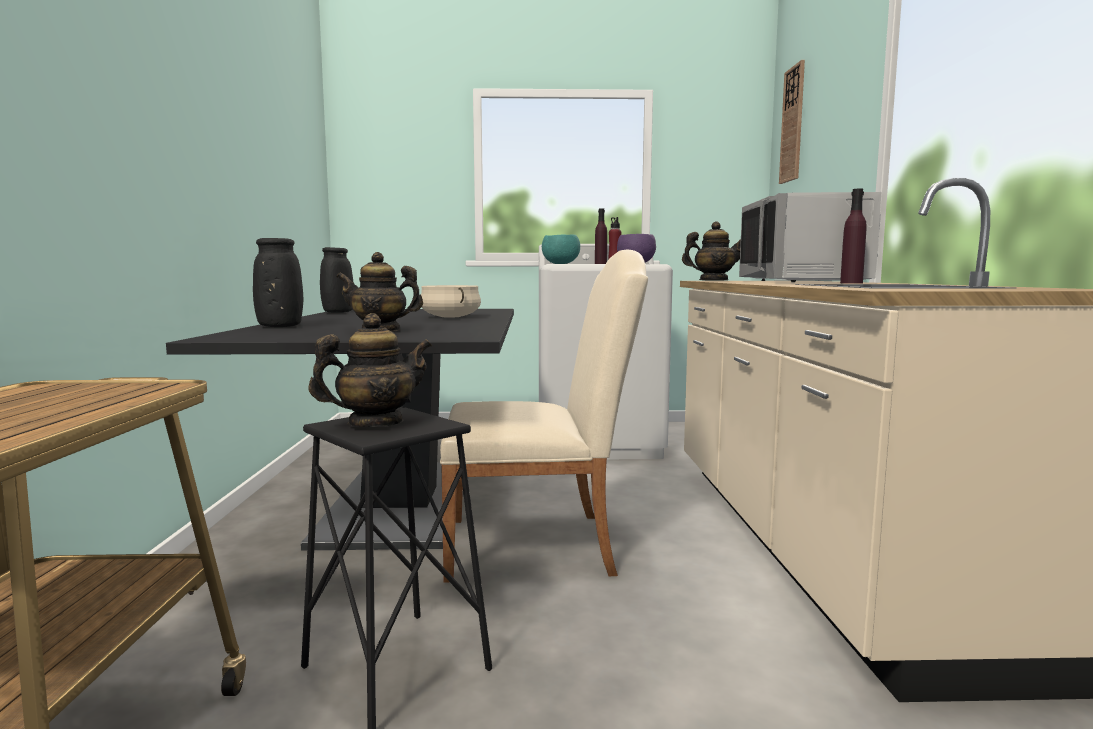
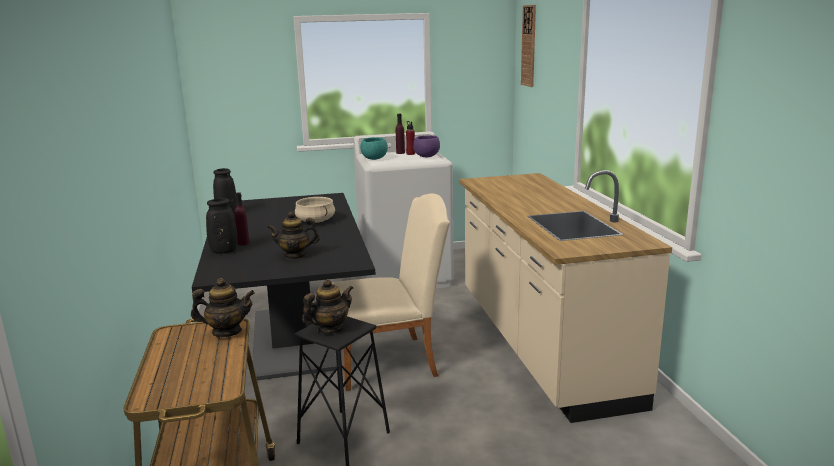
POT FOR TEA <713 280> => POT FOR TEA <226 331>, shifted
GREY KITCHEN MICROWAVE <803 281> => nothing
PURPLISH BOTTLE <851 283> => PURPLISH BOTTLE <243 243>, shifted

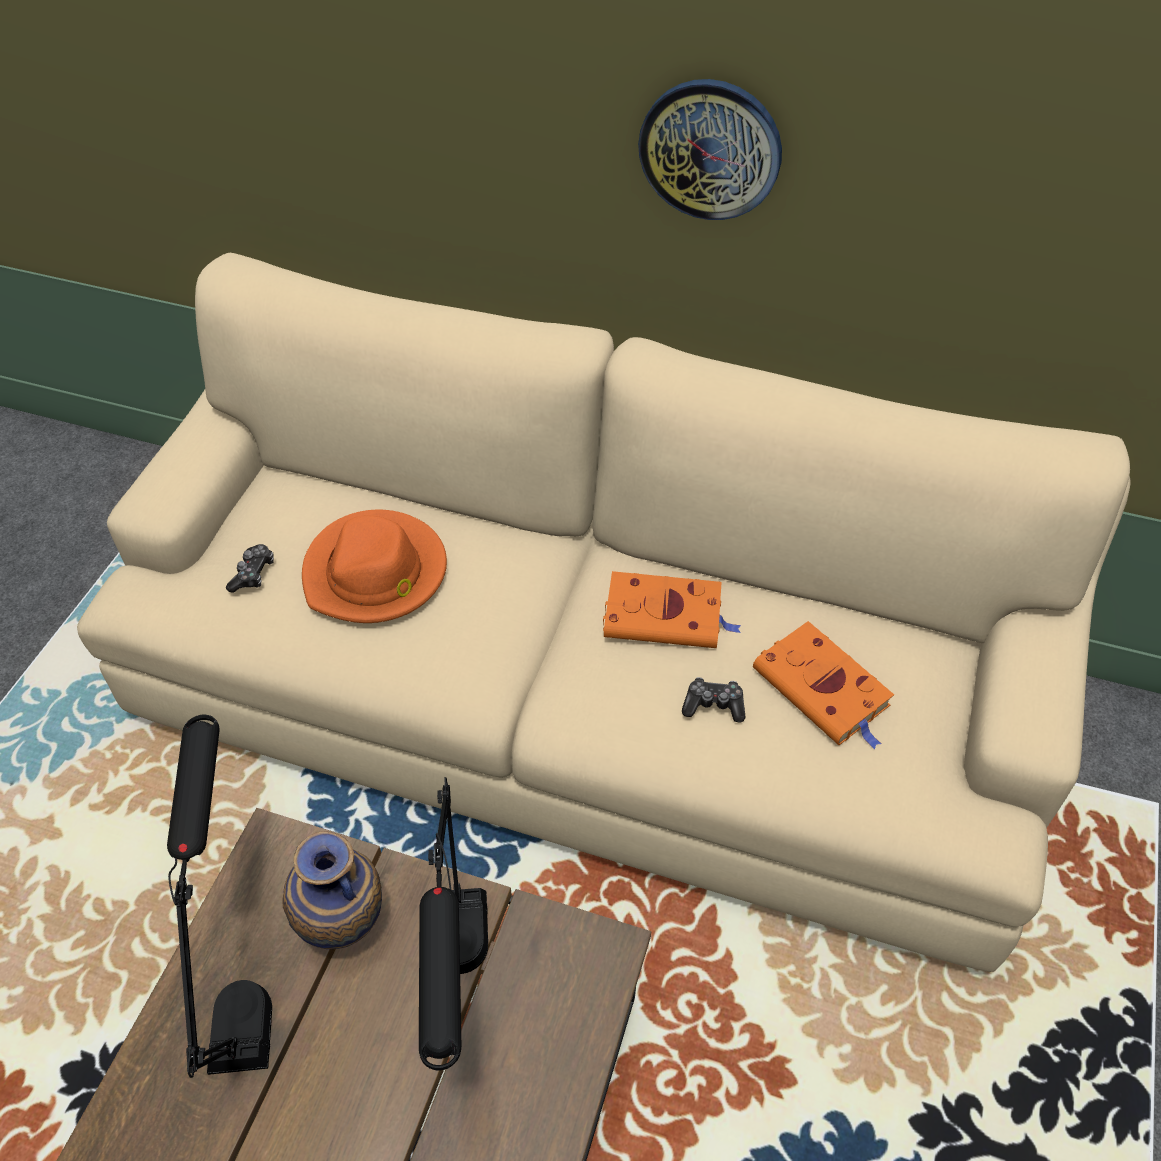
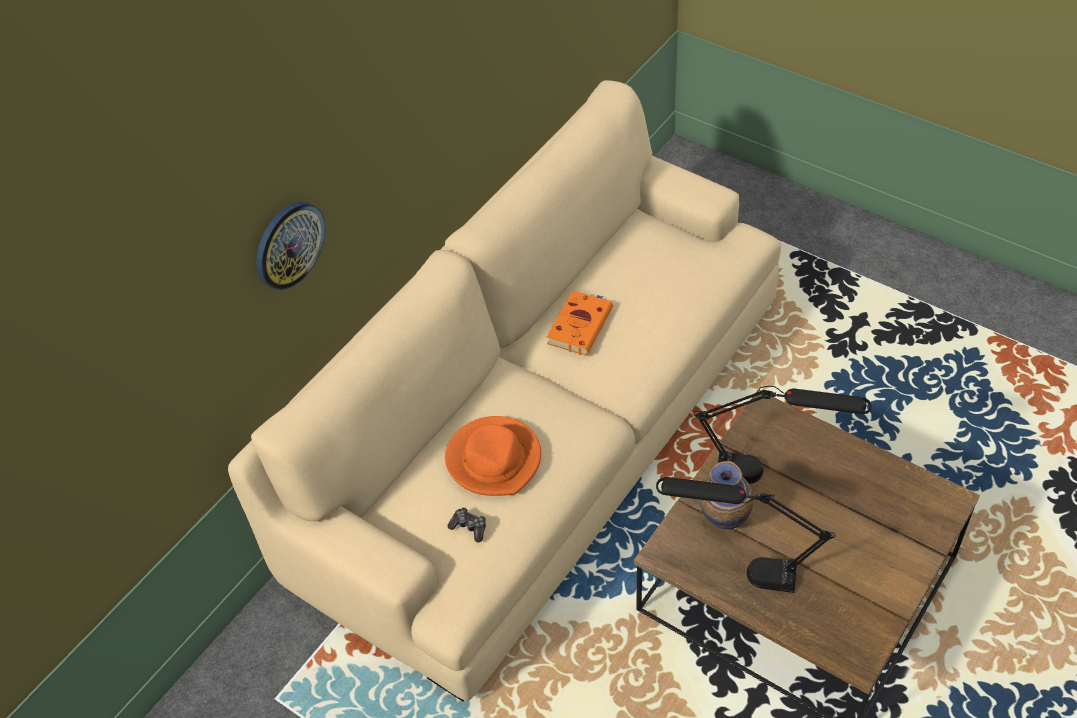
HANGING CLOCK <710 149> => HANGING CLOCK <289 244>, shifted
GAMEPAD <713 705> => nothing
ORANGE-COLOURED VOLUME <824 690> => nothing

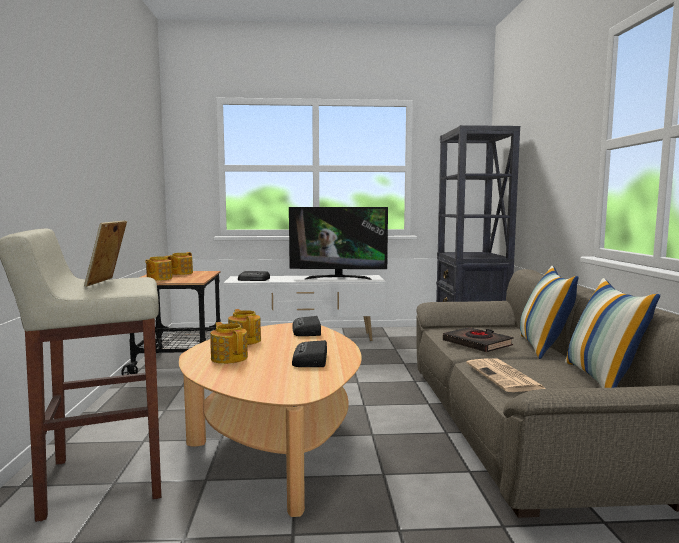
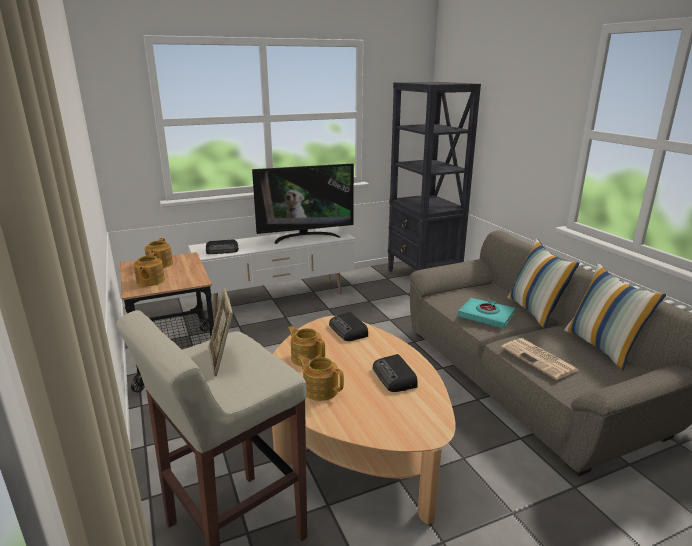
BLACK-COLOURED VOLUME <477 344> => TURQUOISE VOLUME <486 316>

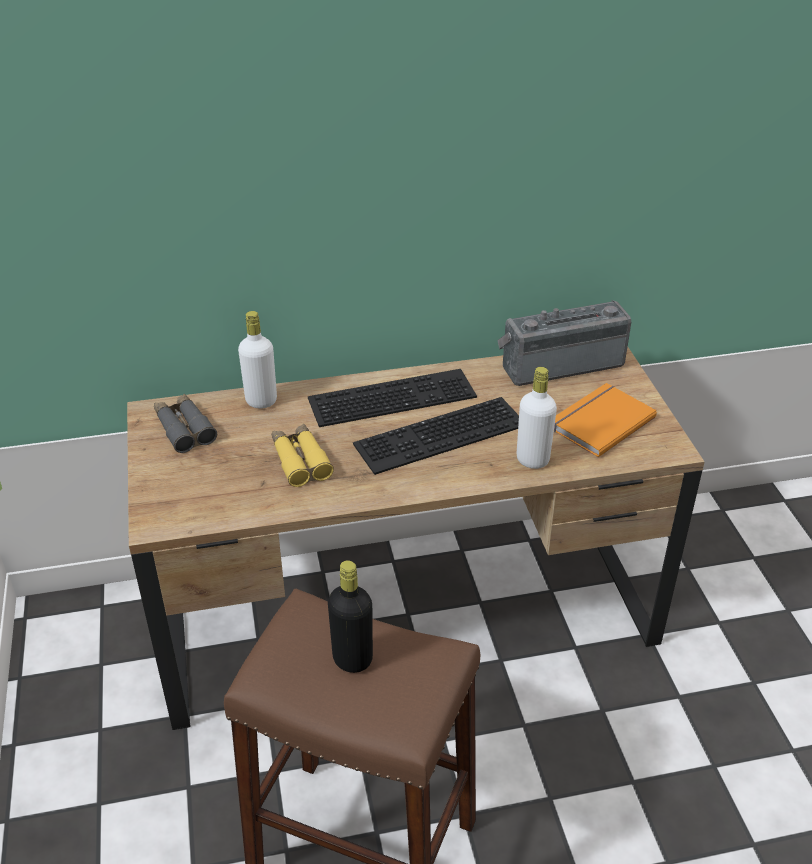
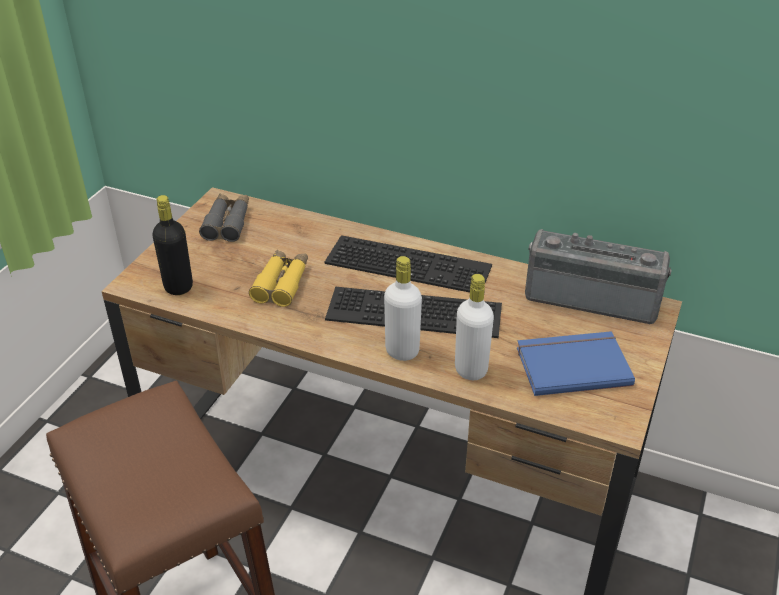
WHITISH BOTTLE <261 401> => WHITISH BOTTLE <402 351>, shifted
BLACK-COLOURED BOTTLE <352 659> => BLACK-COLOURED BOTTLE <178 286>, shifted
ORANGE-COLOURED VOLUME <599 421> => BLUE VOLUME <572 364>

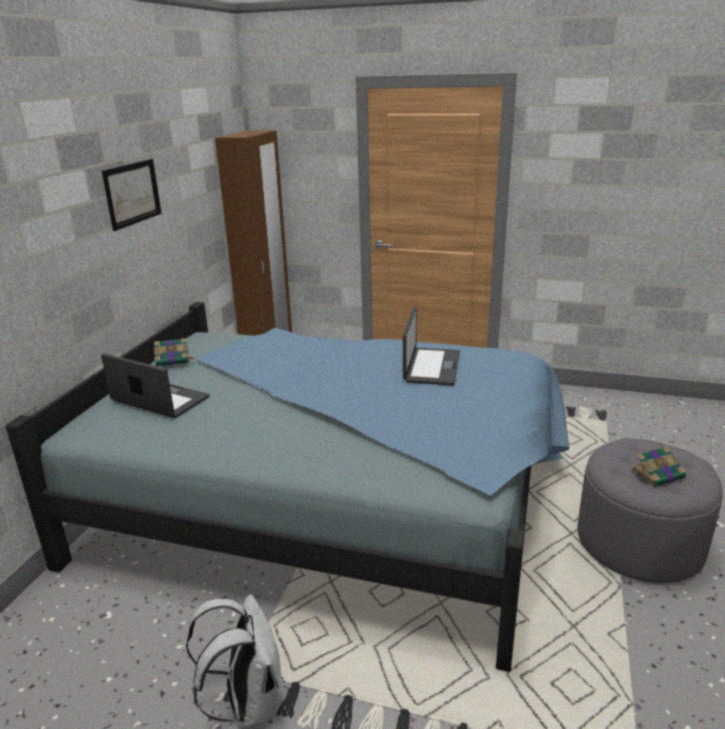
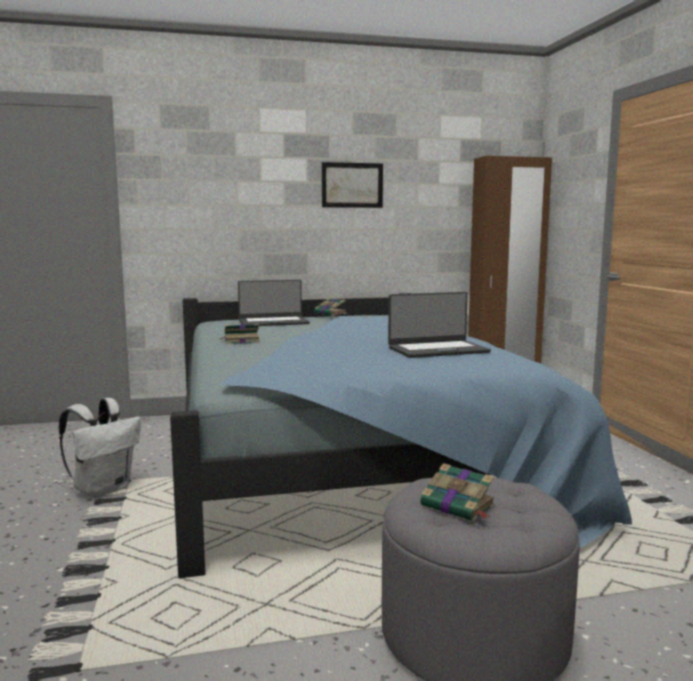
NOTEBOOK COMPUTER <159 400> => NOTEBOOK COMPUTER <273 322>, 75 degrees clockwise
nothing => VOLUME <240 341>

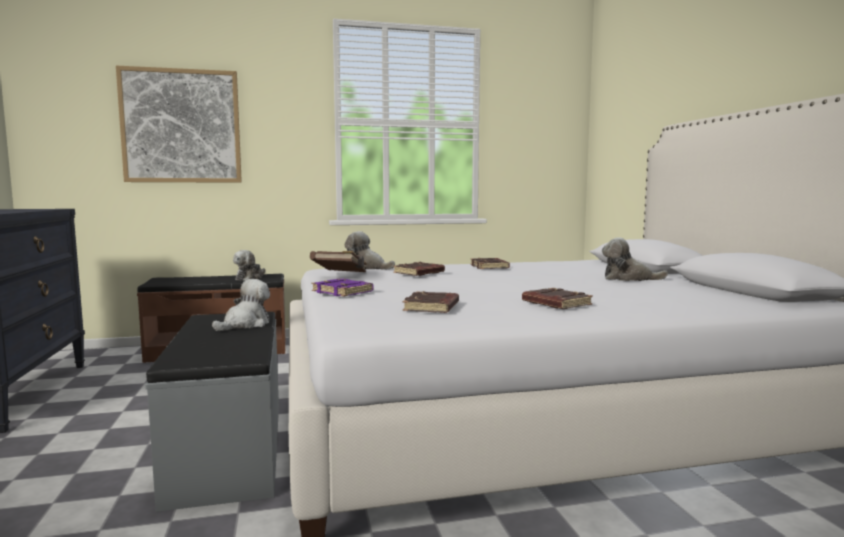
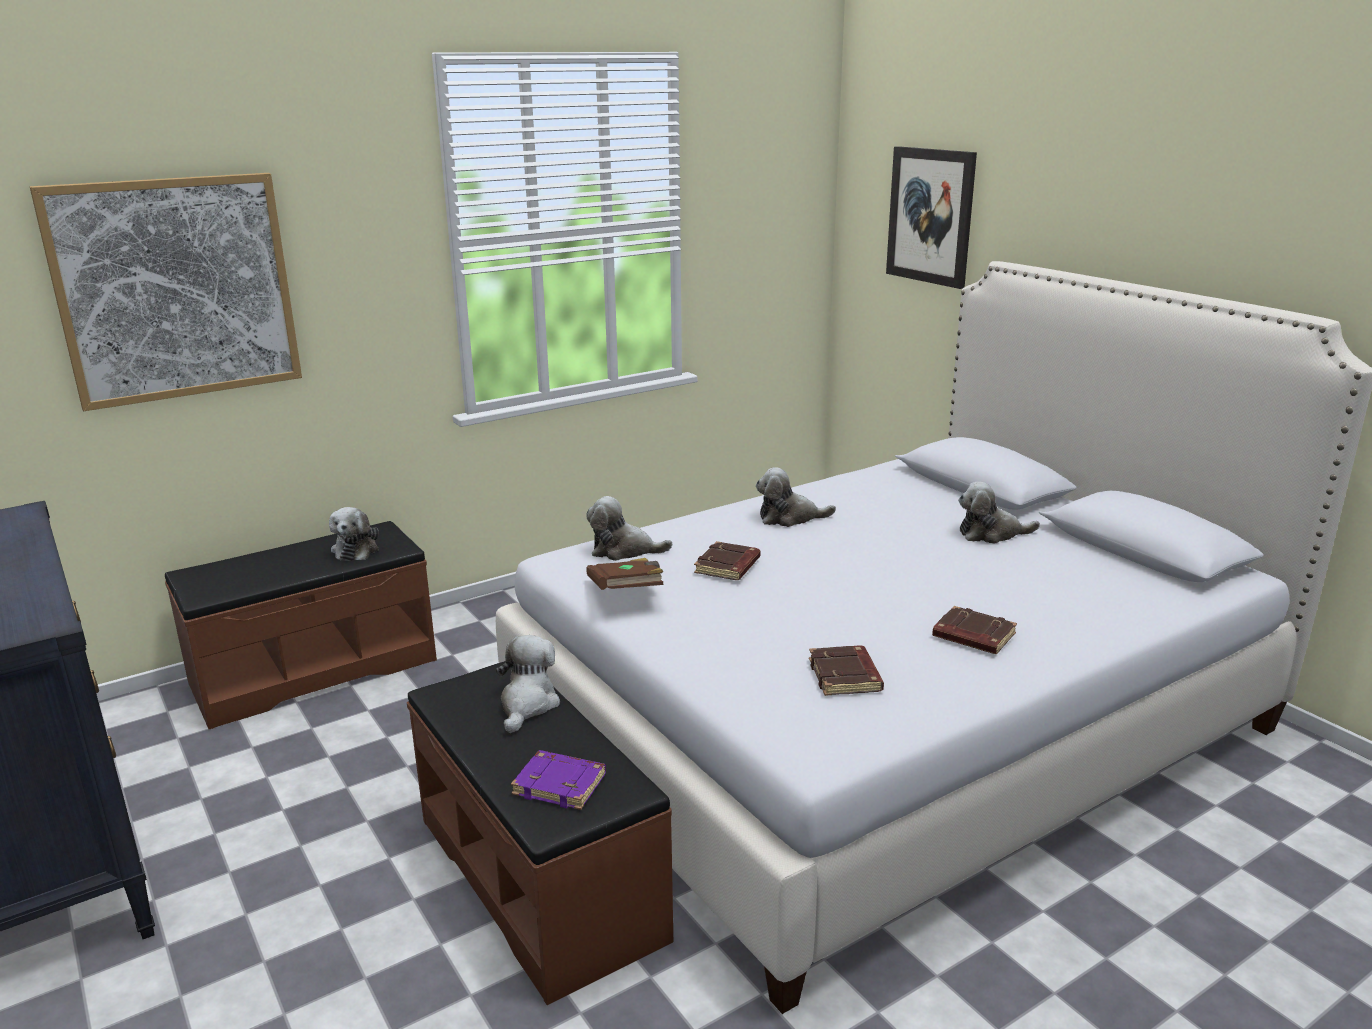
GREY BENCH <231 448> => BROWN BENCH <541 876>
PURPLISH VOLUME <343 292> => PURPLISH VOLUME <561 784>, shifted
BROWN VOLUME <490 267> => CUDDLY TOY <789 518>
nothing => WALL ART <930 216>

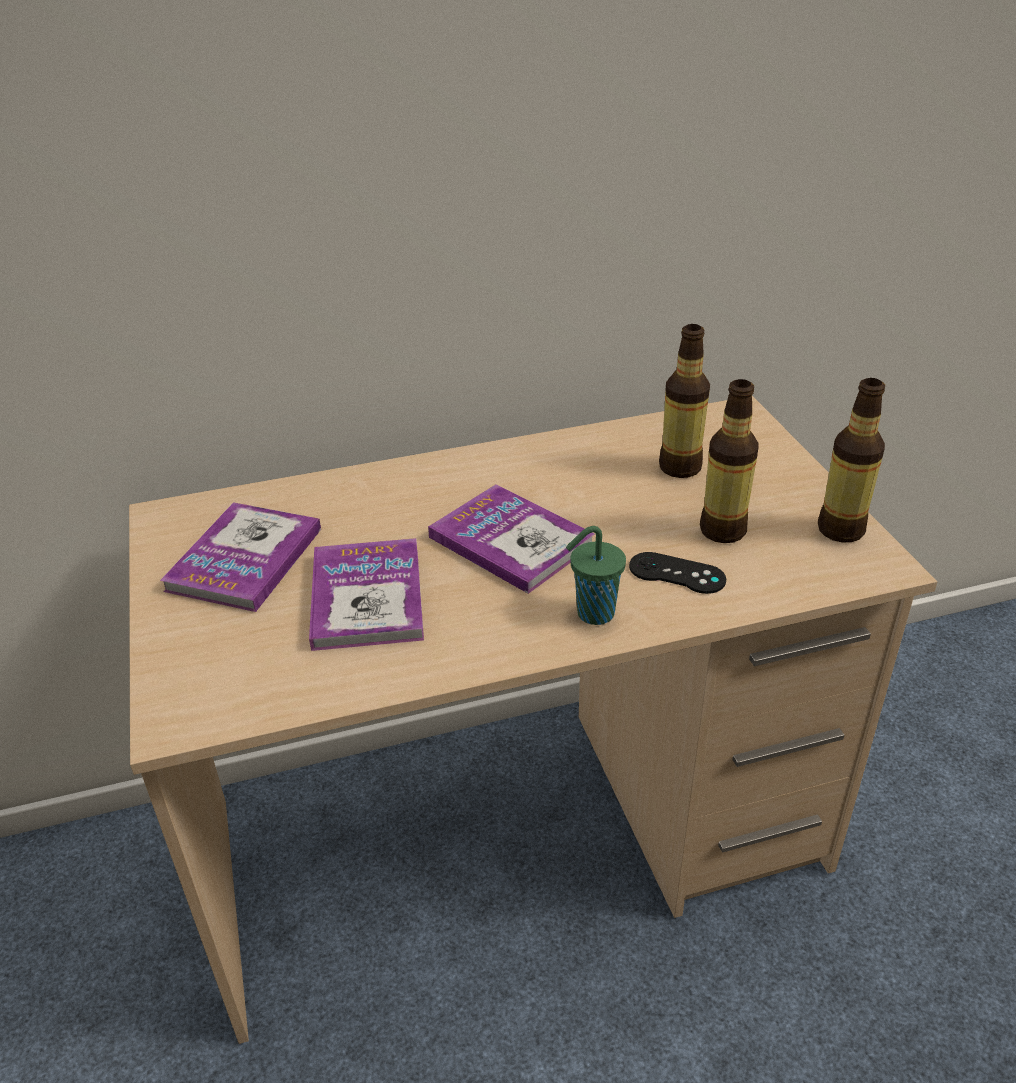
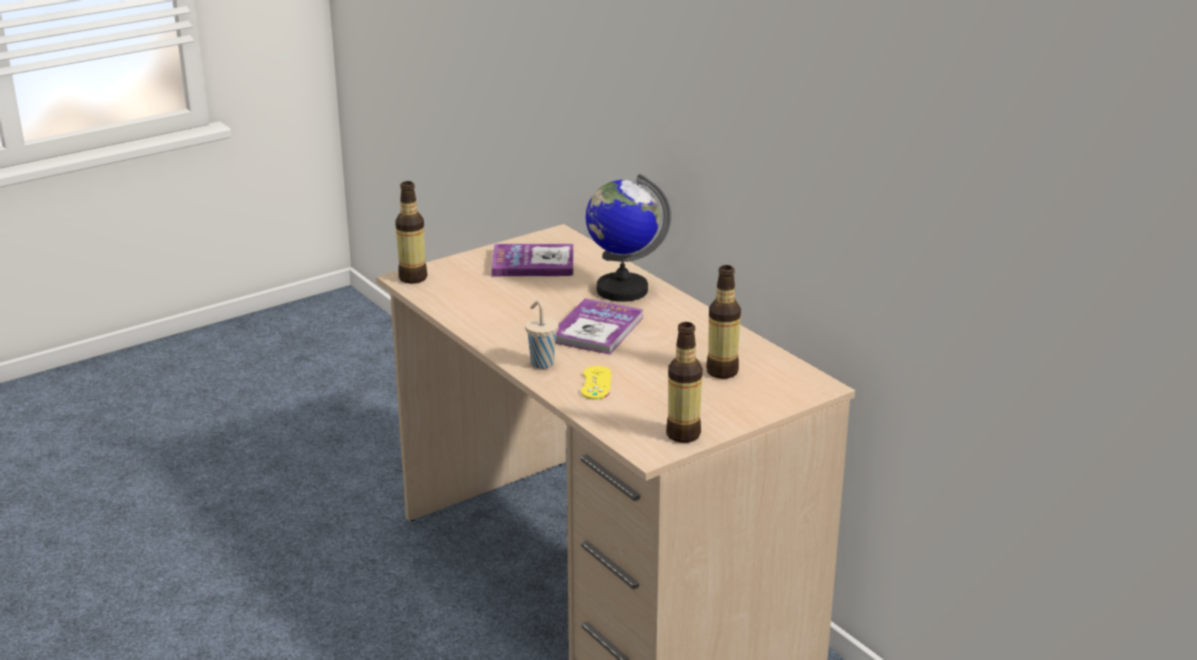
VOLUME <367 597> => nothing
GREENISH SMALL CUP <593 614> => SAND-COLOURED SMALL CUP <541 363>
BLACK-COLOURED GAMEPAD <677 573> => YELLOW-COLOURED GAMEPAD <596 383>
BOTTLE <722 530> => BOTTLE <413 278>, shifted
nothing => GLOBE <621 290>

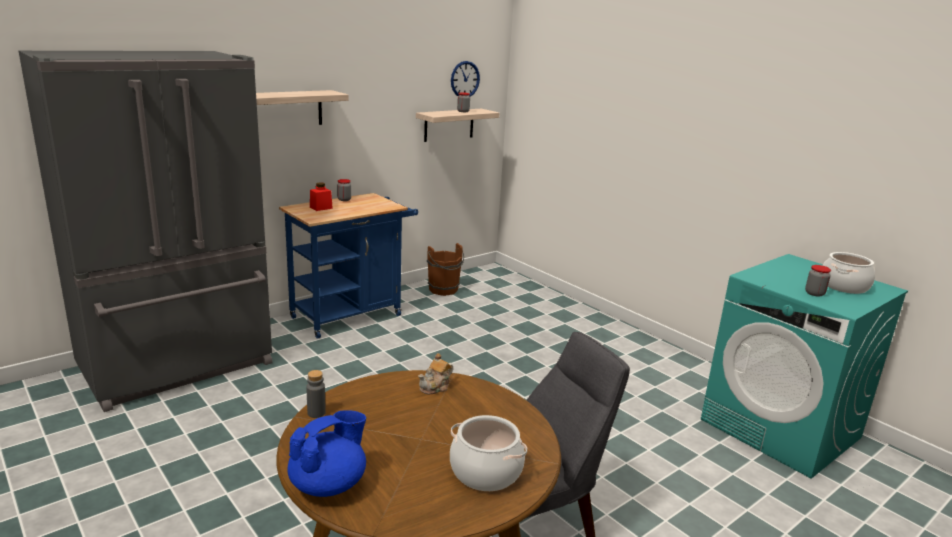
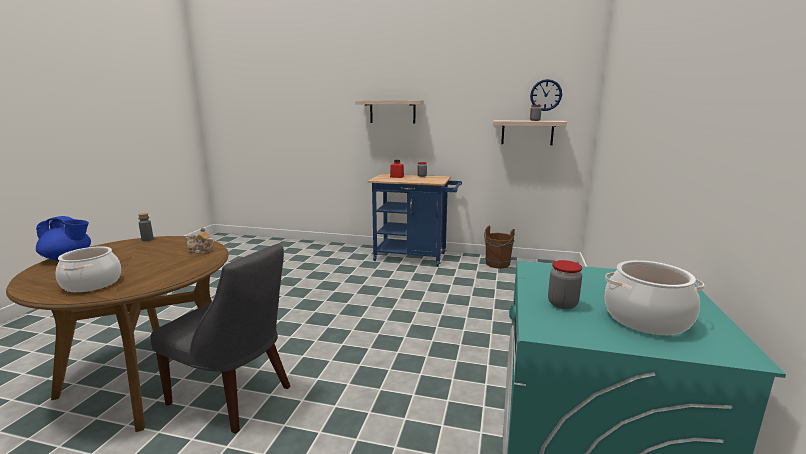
GREY KITCHEN FRIDGE <179 366> => nothing

